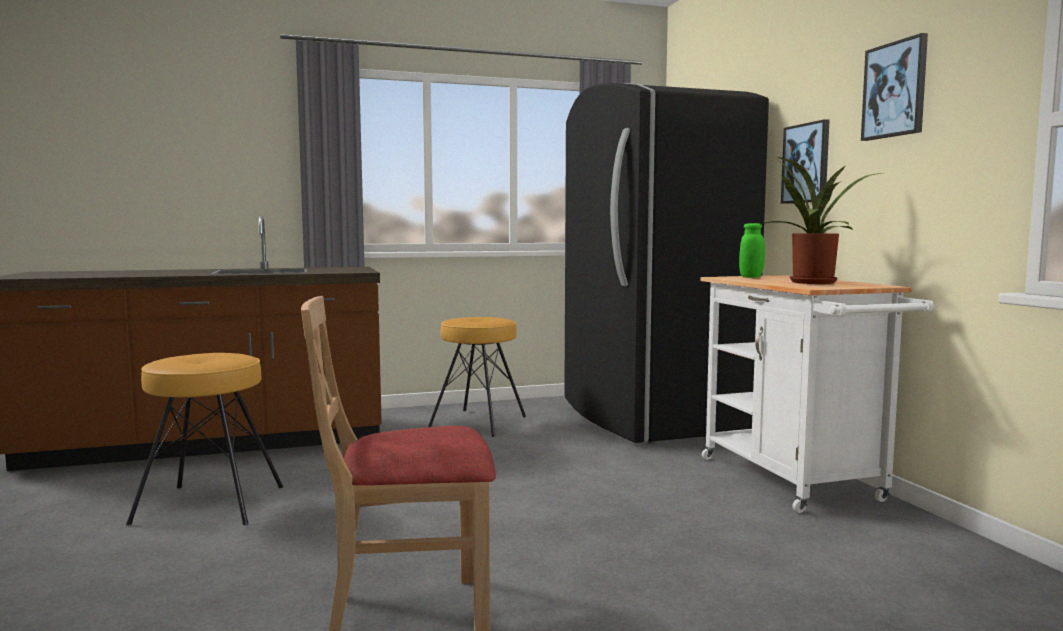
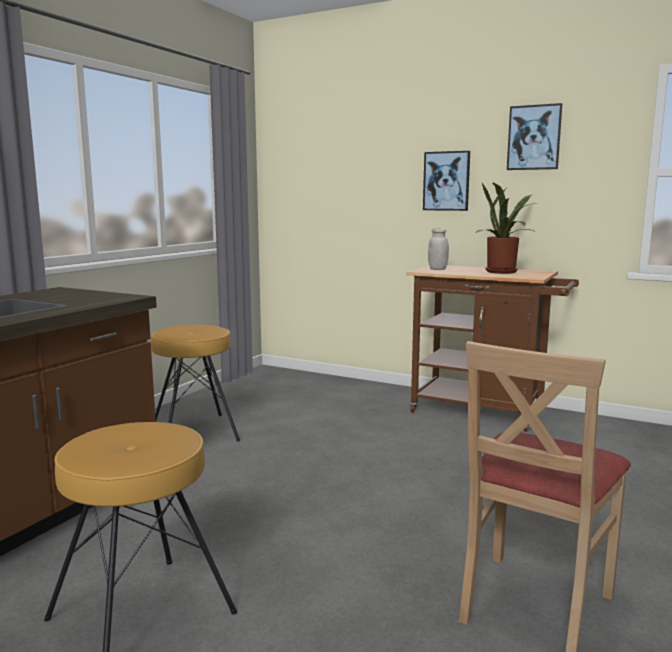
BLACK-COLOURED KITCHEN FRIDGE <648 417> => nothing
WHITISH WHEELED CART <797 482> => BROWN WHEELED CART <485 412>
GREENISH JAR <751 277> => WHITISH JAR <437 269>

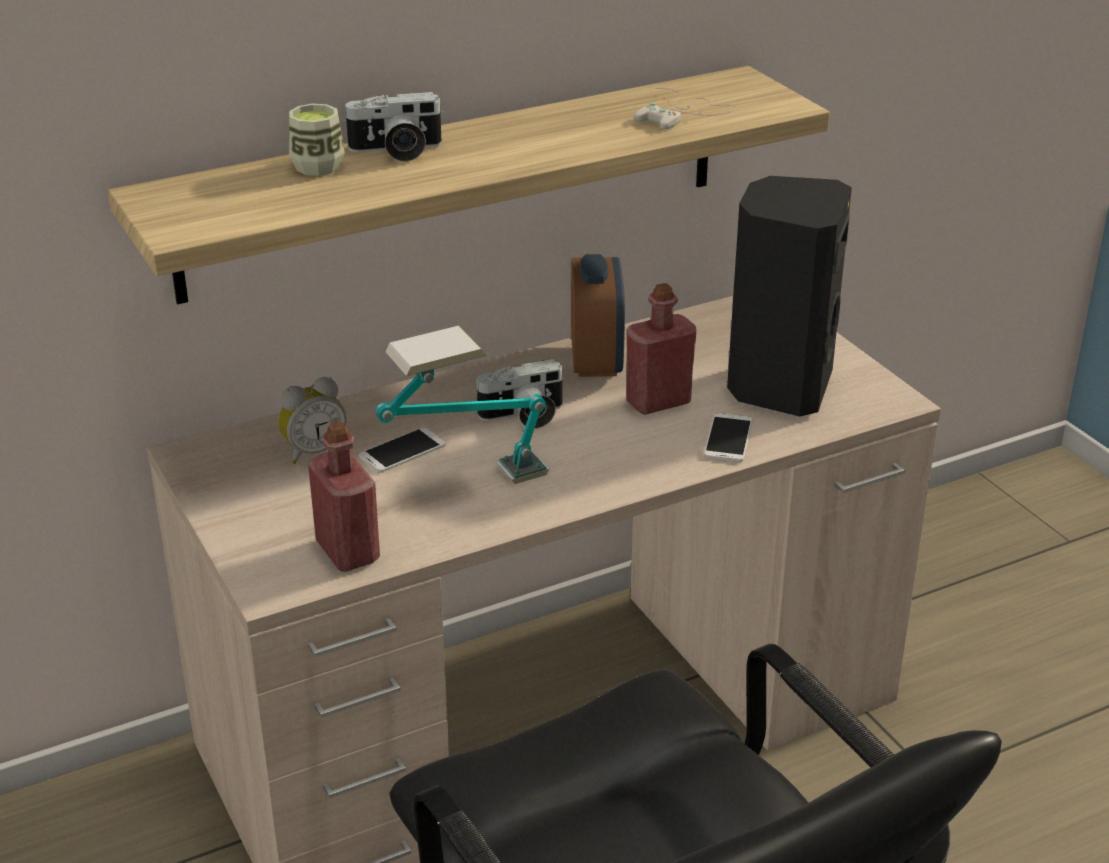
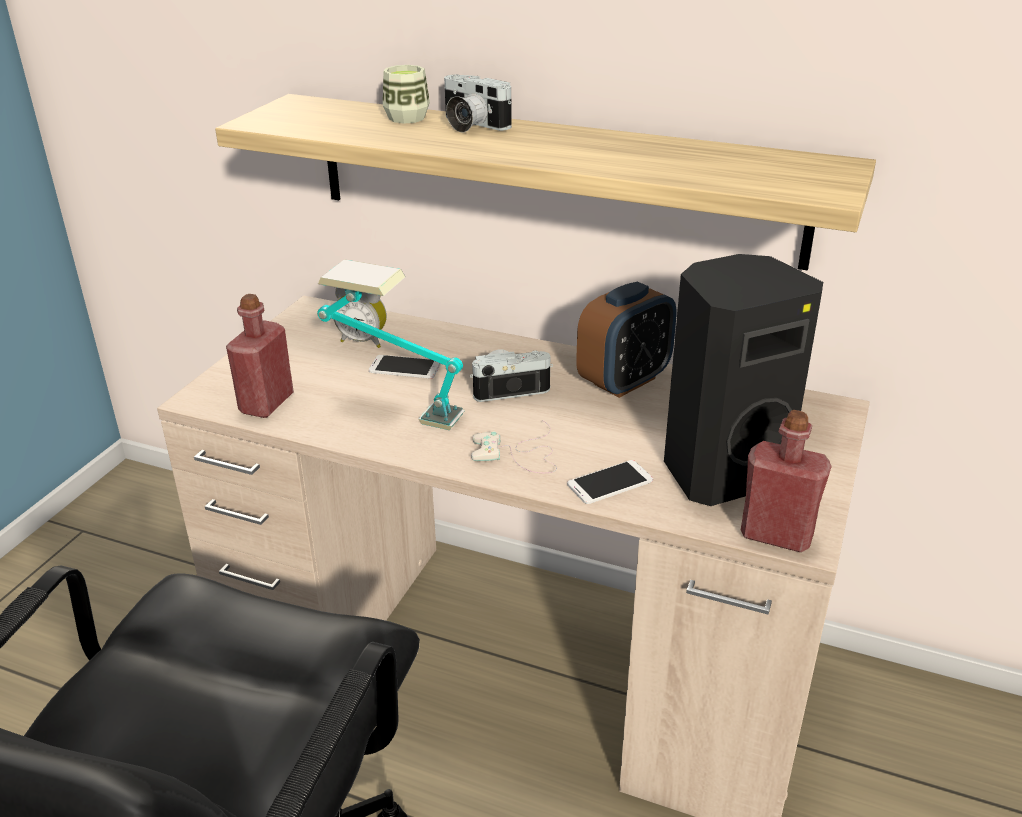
STILL CAMERA <523 416> => STILL CAMERA <509 388>, 135 degrees clockwise
RED BOTTLE <658 402> => RED BOTTLE <776 535>, shifted
WHITISH GAMEPAD <684 114> => WHITISH GAMEPAD <519 455>, shifted

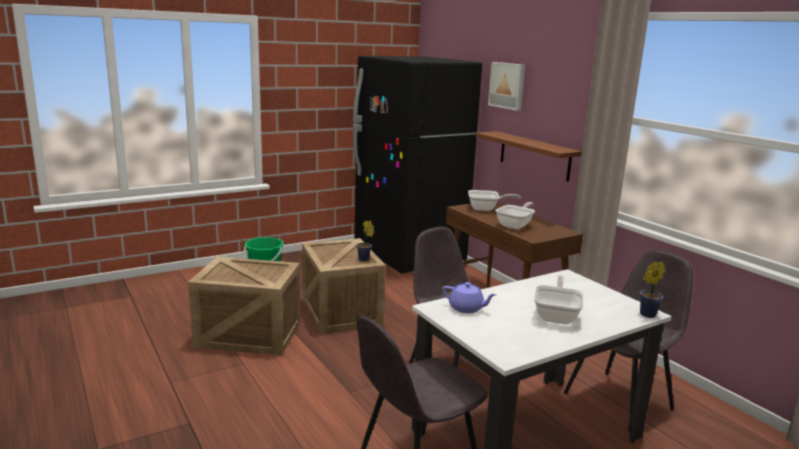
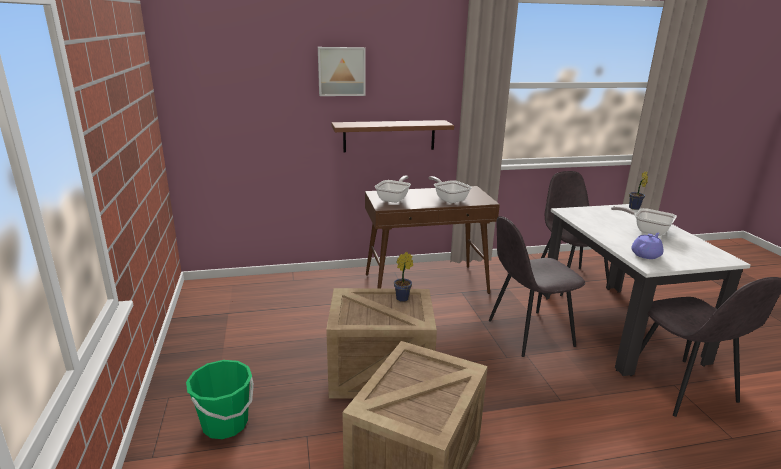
BLACK-COLOURED KITCHEN FRIDGE <408 256> => nothing

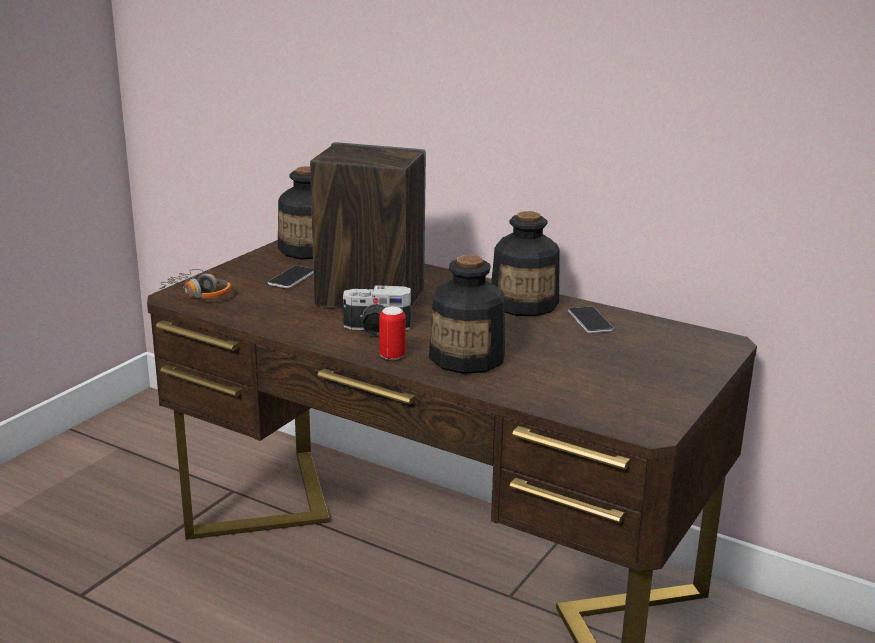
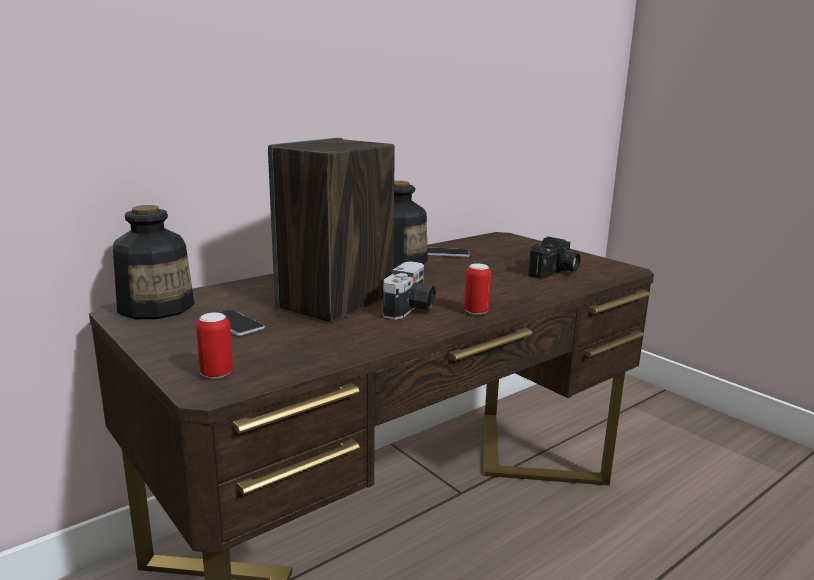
HEADPHONES <198 293> => CAN <217 374>
BOTTLE <468 358> => nothing
nothing => STILL CAMERA <554 272>

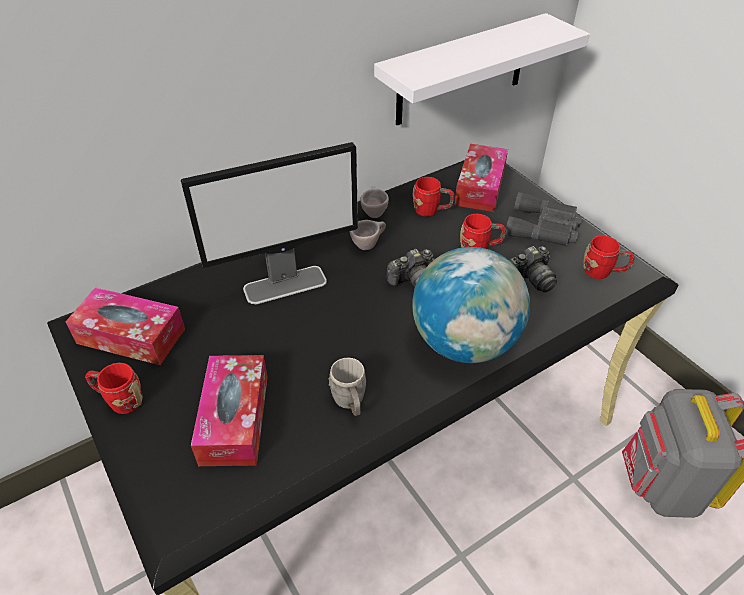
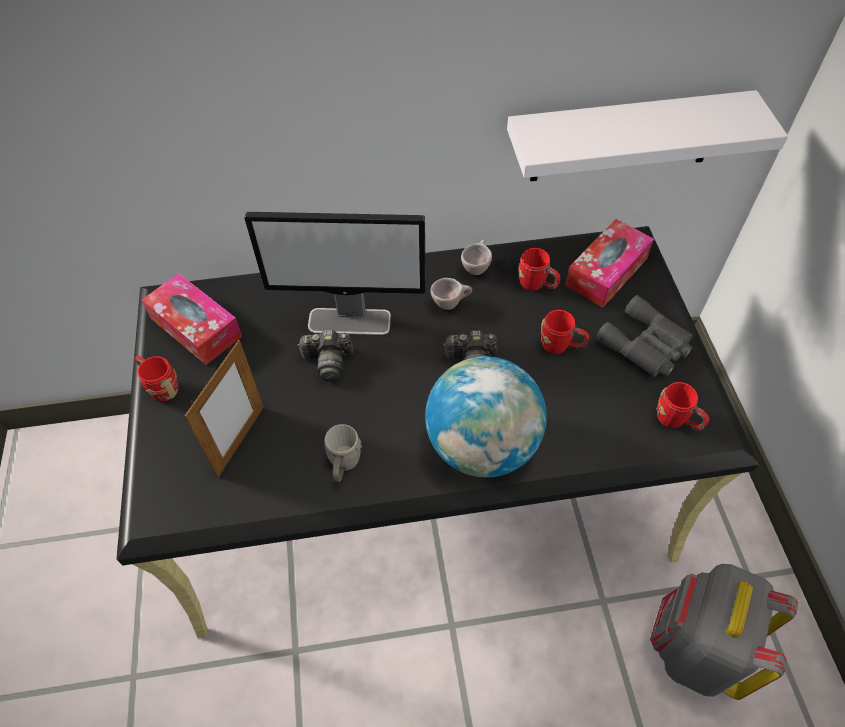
TISSUE HOLDER <234 419> => STANDING FRAME <241 440>
STILL CAMERA <529 279> => STILL CAMERA <328 361>, shifted

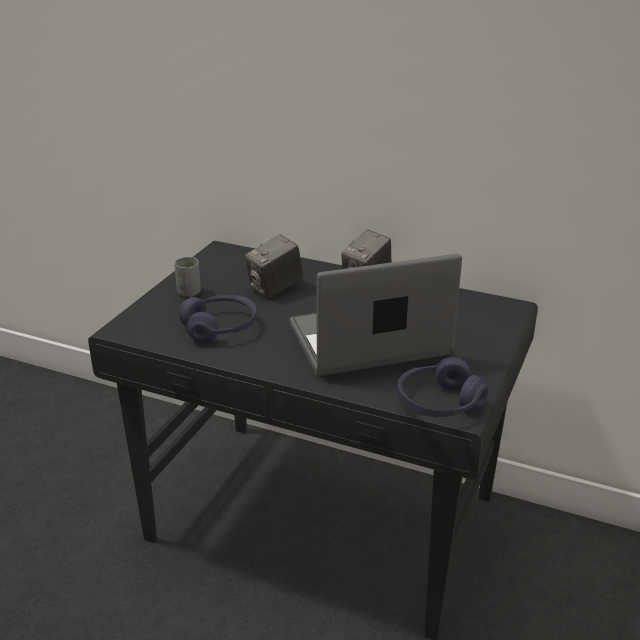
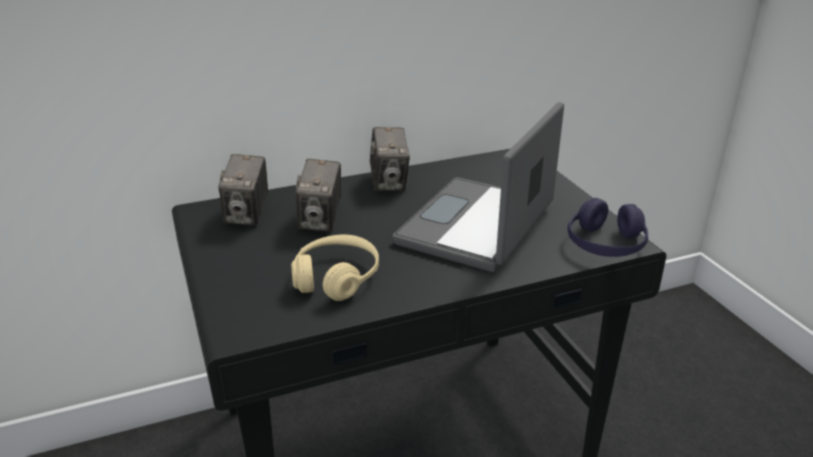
GREY SMALL CUP <189 292> => nothing
PURPLISH HEADPHONES <220 328> => SAND-COLOURED HEADPHONES <336 278>
nothing => STILL CAMERA <247 215>

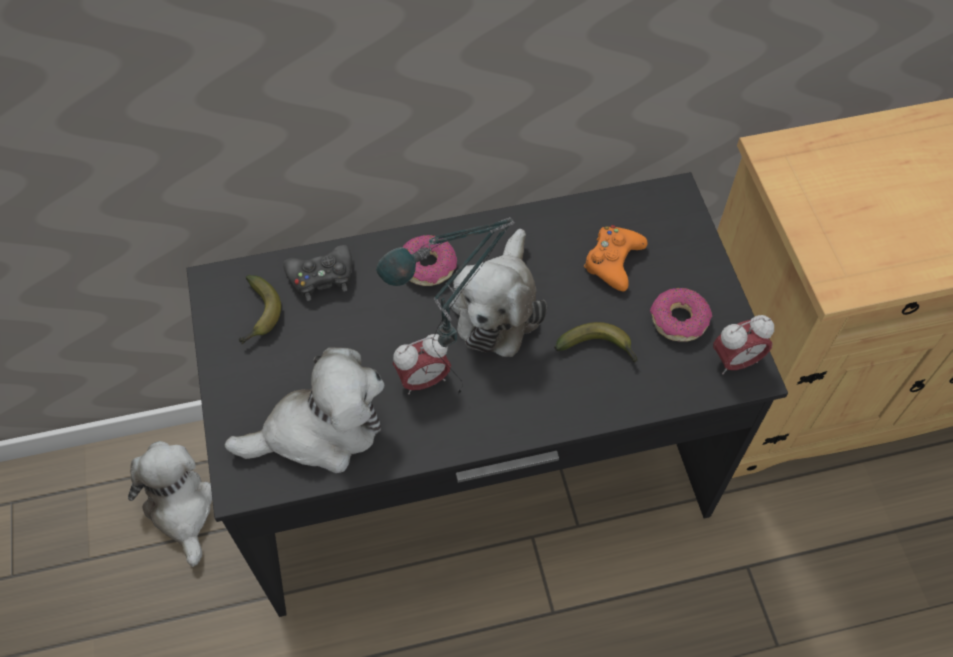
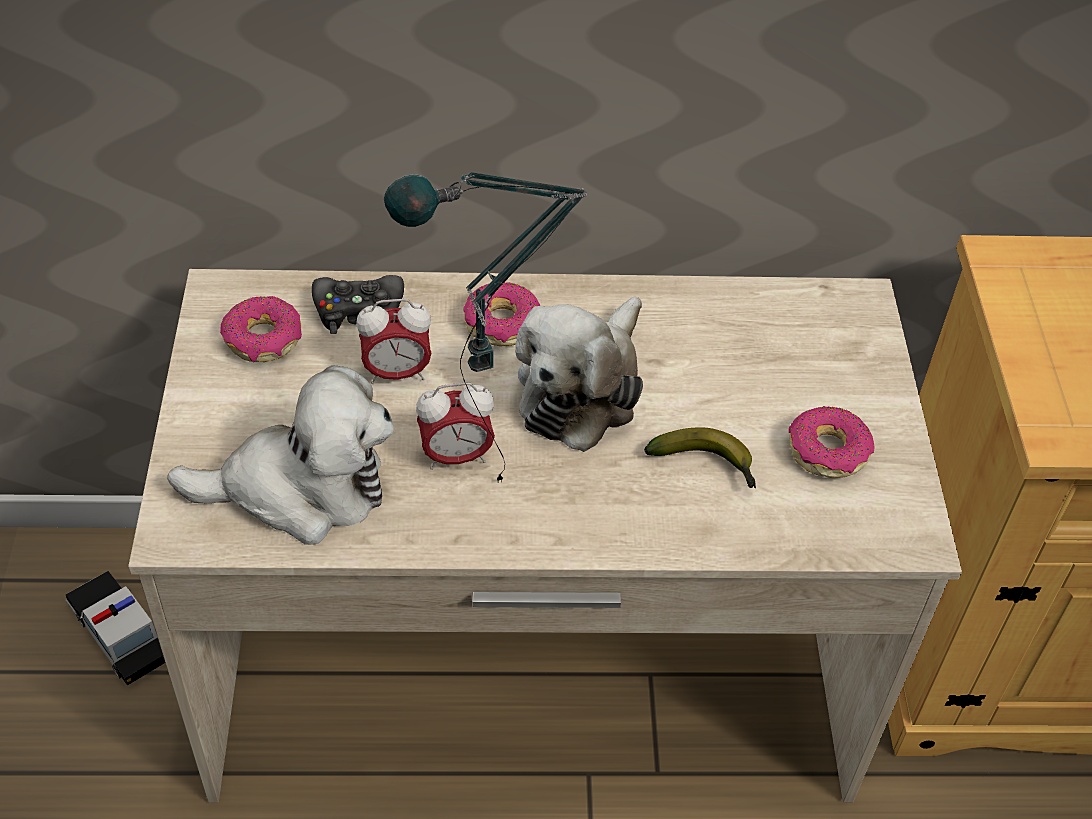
CUDDLY TOY <181 508> => MINIATURE CAR <119 633>
BLACK-COLOURED DESK <476 472> => SAND-COLOURED DESK <531 671>
BANANA FRUIT <259 315> => DONUT <263 340>
ORANGE-COLOURED GAMEPAD <613 261> => nothing
BEDSIDE CLOCK <735 361> => BEDSIDE CLOCK <396 373>, shifted

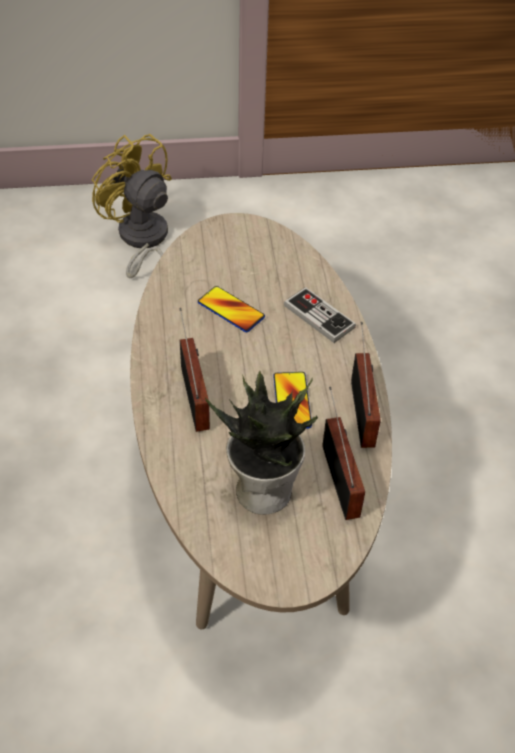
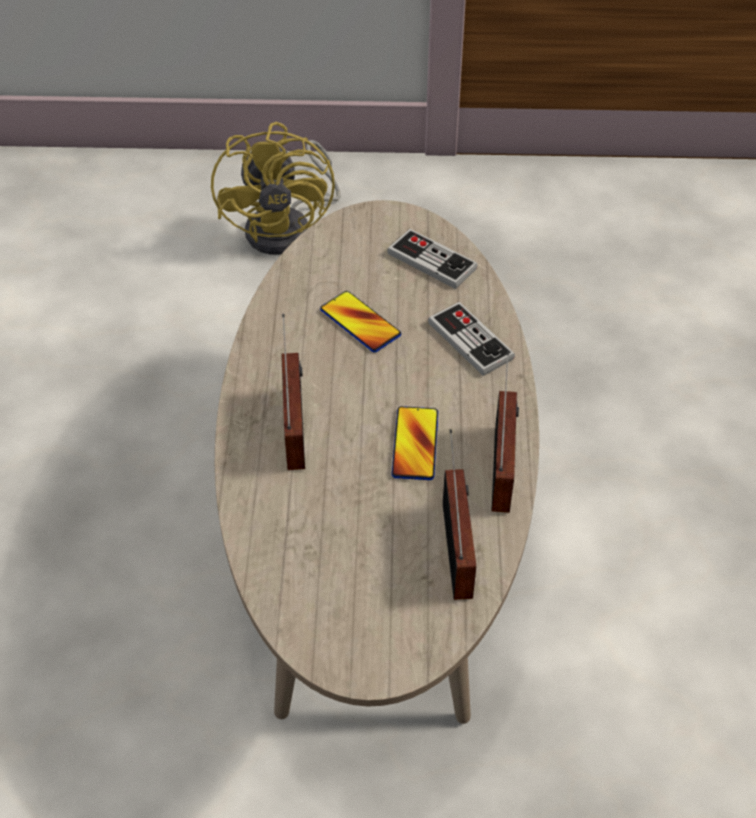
YELLOW-COLOURED ELECTRIC FAN <141 241> => YELLOW-COLOURED ELECTRIC FAN <288 227>, 150 degrees counterclockwise
PLANT IN A POT <263 488> => nothing
nothing => GAMEPAD <432 261>

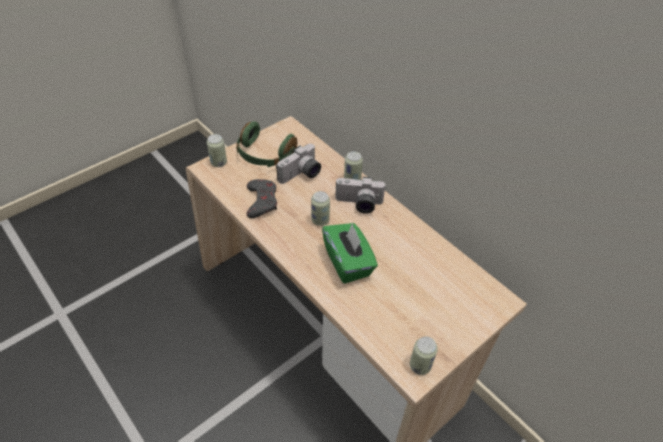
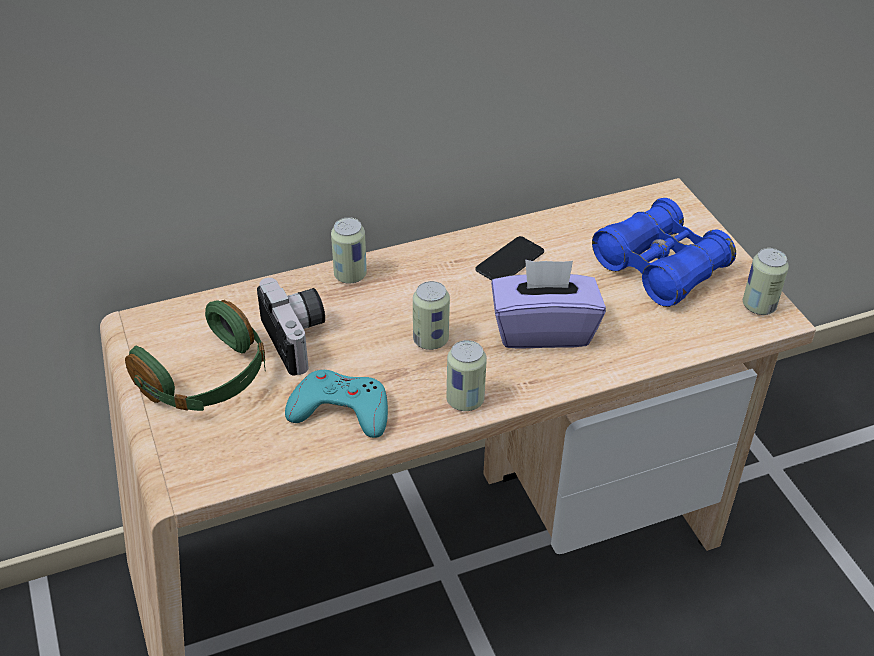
CAN <219 162> => CAN <465 400>, shifted
GREY GAMEPAD <262 201> => TURQUOISE GAMEPAD <340 410>
GREENISH TISSUE HOLDER <348 262> => PURPLISH TISSUE HOLDER <543 330>
STILL CAMERA <358 204> => nothing
nothing => PHONE <510 261>
nothing => BLUE BINOCULARS <660 267>

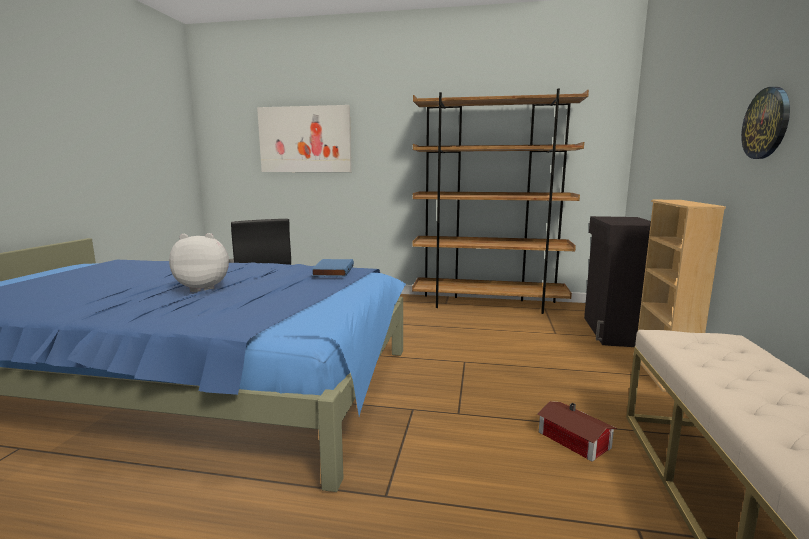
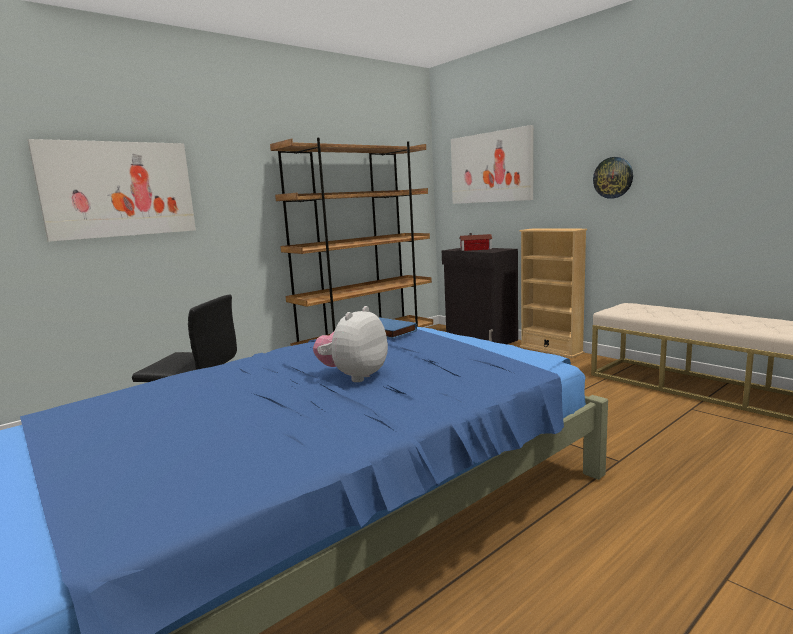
TOY HOUSE <574 441> => TOY HOUSE <476 249>, shifted
nothing => WALL ART <491 167>

